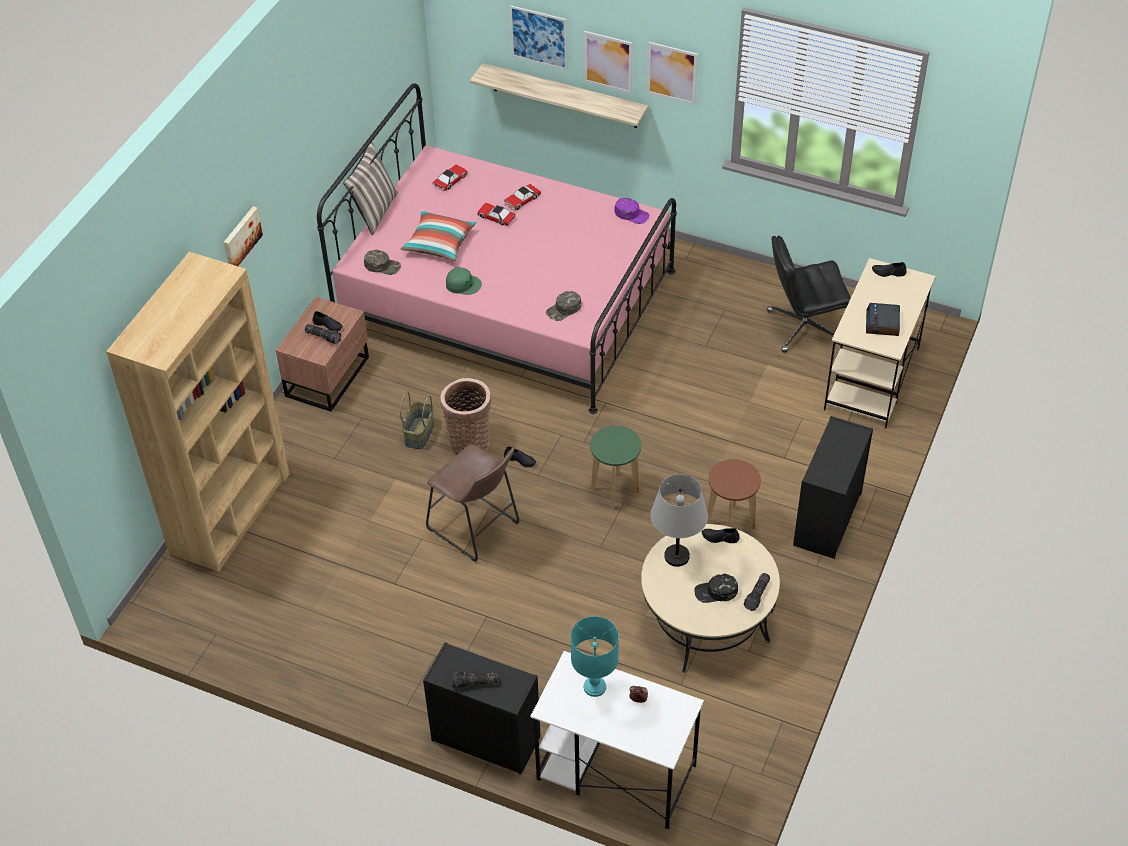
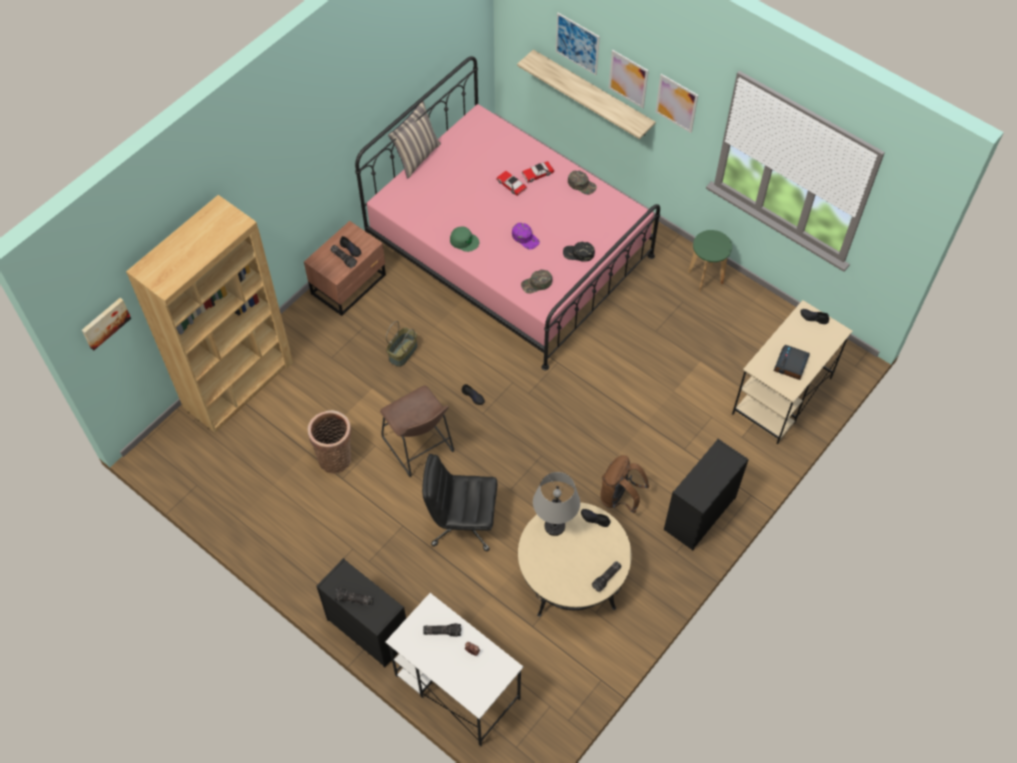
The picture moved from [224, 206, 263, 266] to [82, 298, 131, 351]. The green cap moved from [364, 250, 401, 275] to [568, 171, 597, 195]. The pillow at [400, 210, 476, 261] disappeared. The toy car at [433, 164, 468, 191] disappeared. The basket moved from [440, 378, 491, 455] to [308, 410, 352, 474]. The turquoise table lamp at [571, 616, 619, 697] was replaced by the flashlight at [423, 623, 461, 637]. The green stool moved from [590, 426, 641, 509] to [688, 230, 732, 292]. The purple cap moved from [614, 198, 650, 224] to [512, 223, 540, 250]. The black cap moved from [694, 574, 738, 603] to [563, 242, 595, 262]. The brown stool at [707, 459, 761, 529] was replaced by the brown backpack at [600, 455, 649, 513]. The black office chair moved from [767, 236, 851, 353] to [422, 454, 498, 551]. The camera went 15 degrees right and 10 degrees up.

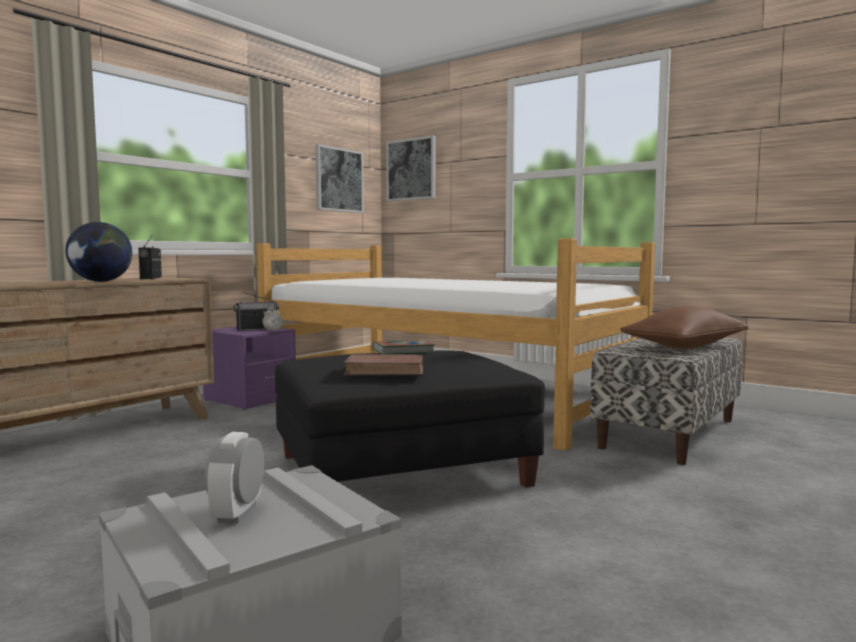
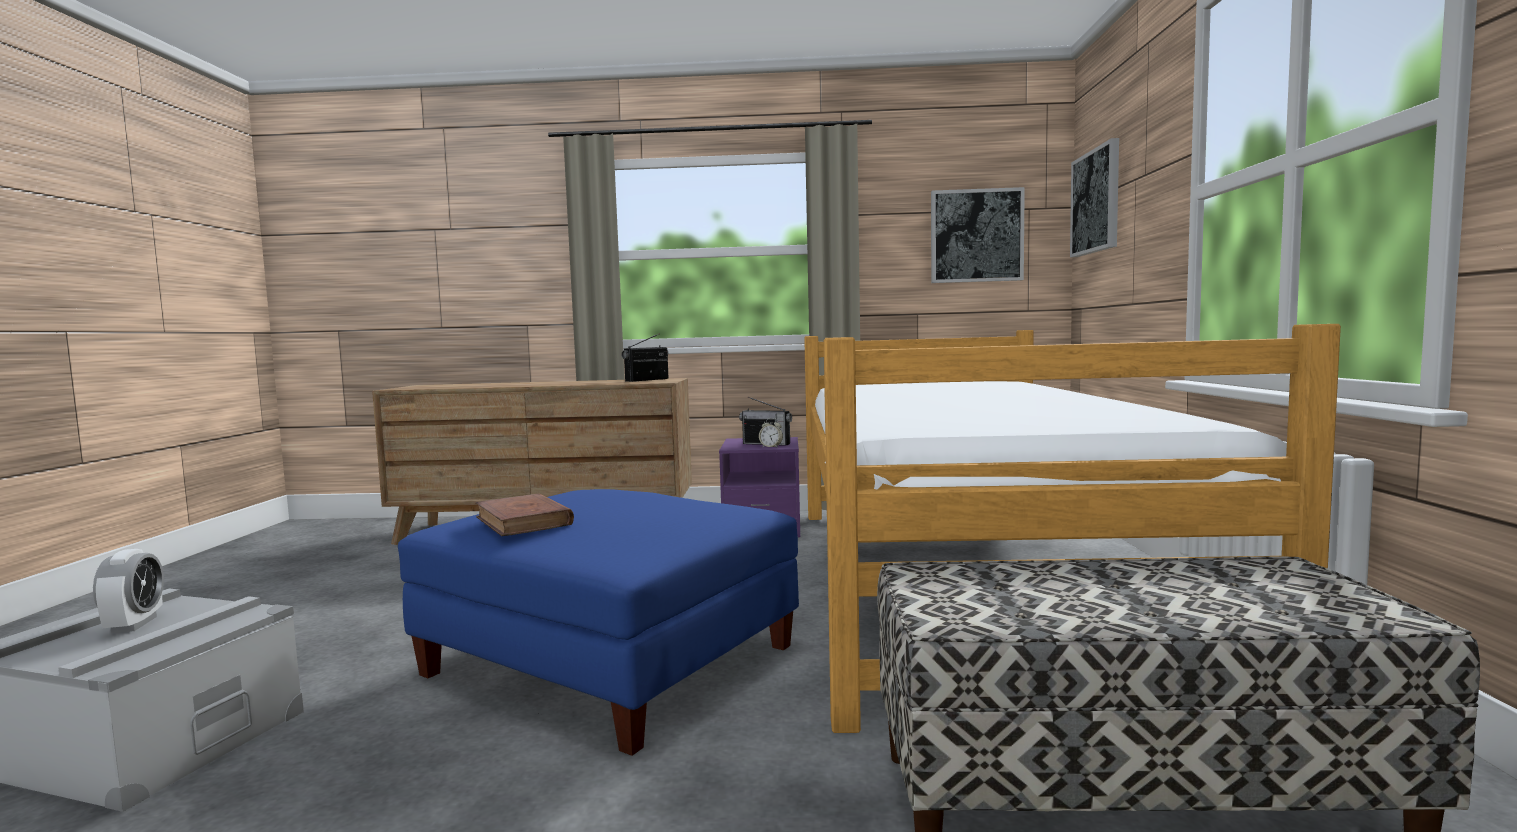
The globe at [65, 222, 133, 282] disappeared. The alarm clock at [205, 432, 264, 524] turned 105 degrees clockwise. The black ottoman at [275, 350, 545, 488] became the blue ottoman at [398, 489, 799, 756]. The book at [373, 340, 435, 355] disappeared. The brown pillow at [620, 306, 748, 349] disappeared. The camera went 55 degrees right and 0 degrees up.

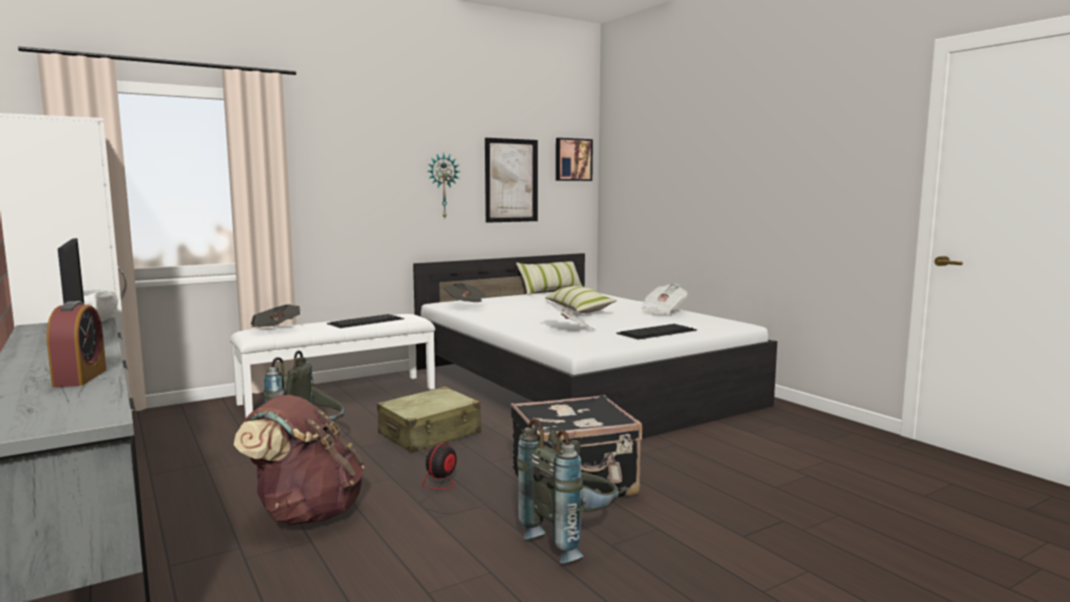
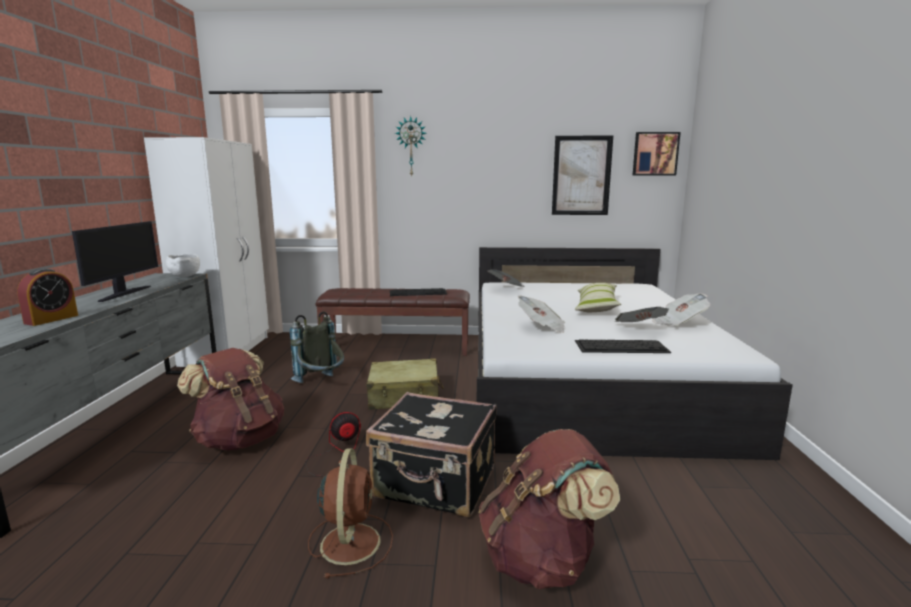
The white bench at [230, 314, 435, 418] became the brown bench at [316, 288, 470, 356]. The newspaper moved from [251, 304, 300, 327] to [615, 307, 669, 322]. The wall clock moved from [428, 153, 460, 218] to [395, 116, 427, 176]. The pillow at [516, 262, 583, 296] disappeared. The grey backpack at [517, 418, 619, 563] was replaced by the brown fan at [308, 448, 393, 578]. The brown backpack at [479, 429, 620, 589] appeared. The camera went 35 degrees right and 5 degrees up.

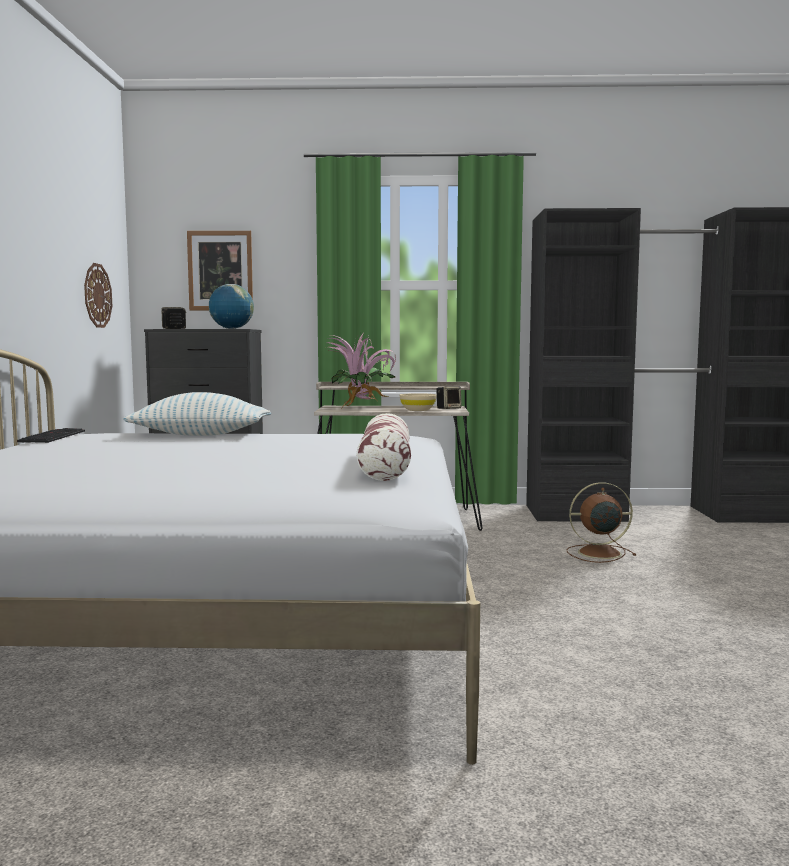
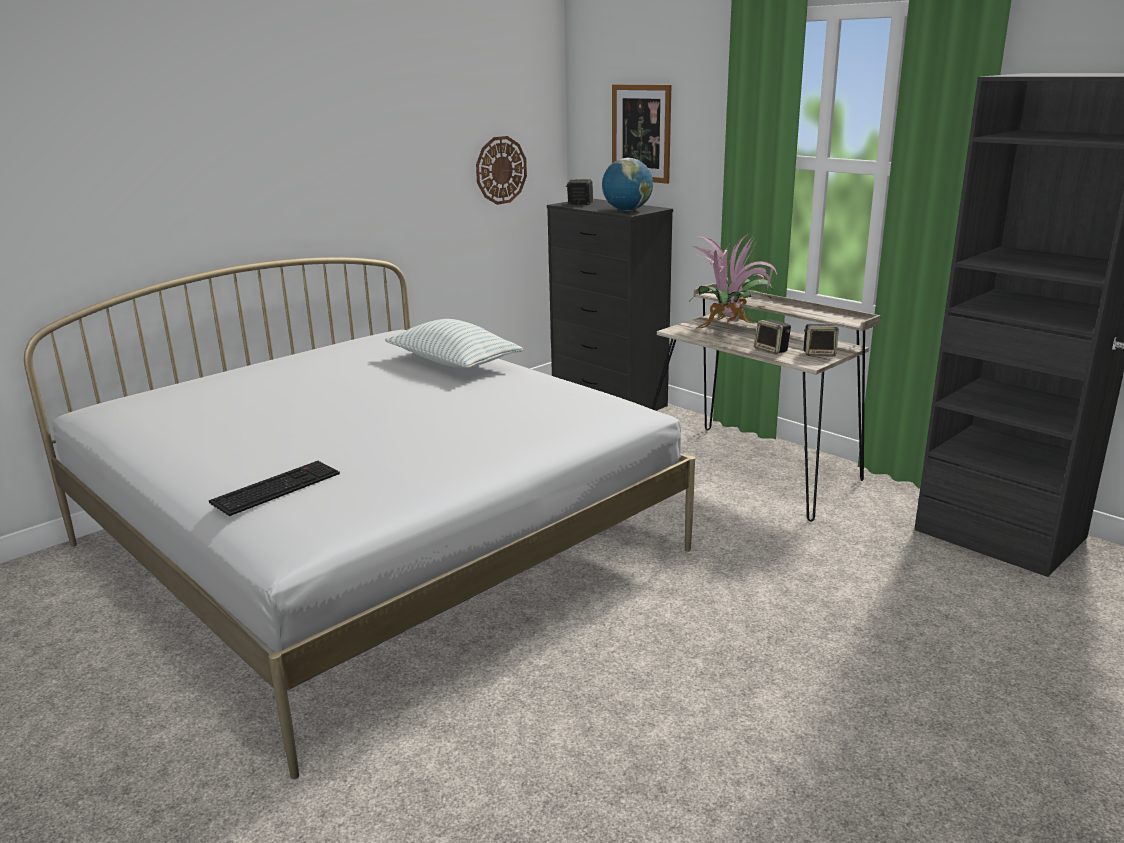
The keyboard moved from [17, 428, 85, 443] to [209, 461, 340, 516]. The pillow at [356, 413, 411, 481] disappeared. The beige bowl at [400, 393, 437, 411] was replaced by the speaker at [754, 319, 791, 354]. The brown fan at [567, 482, 636, 563] disappeared. The camera went 45 degrees right and 15 degrees up.

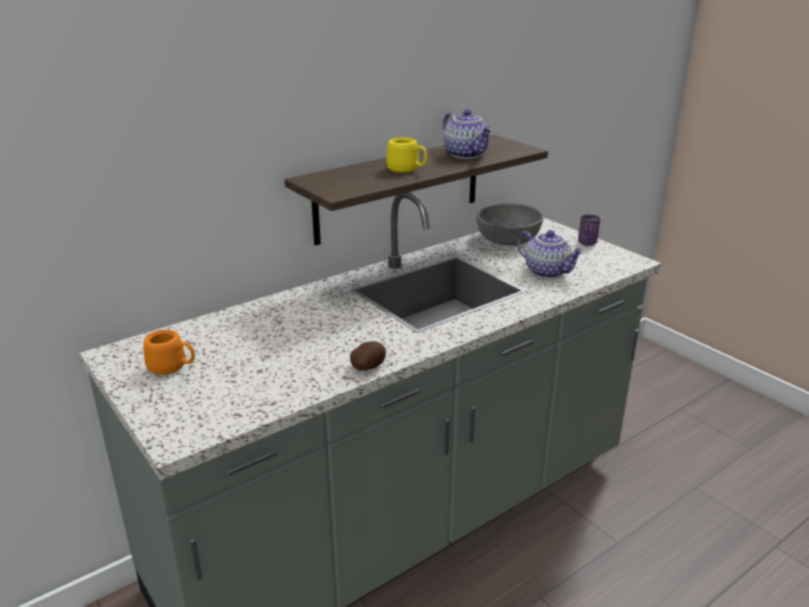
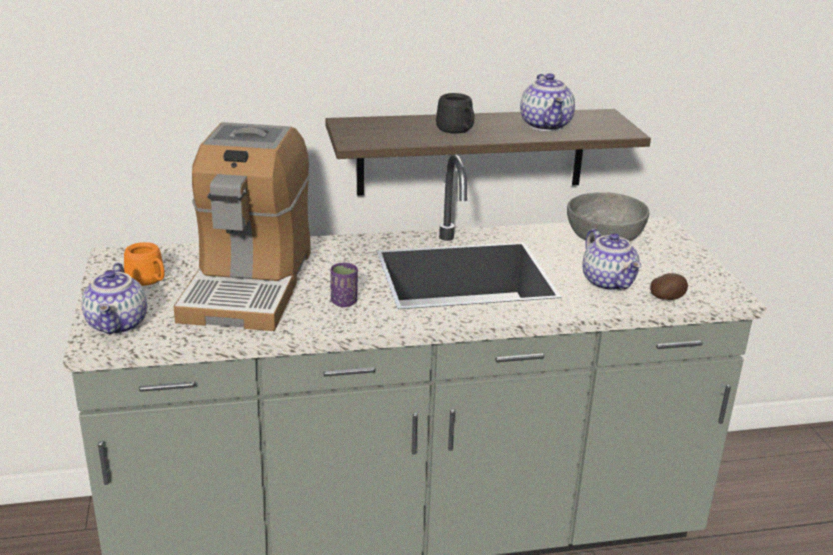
The potato moved from [350, 341, 386, 371] to [650, 273, 688, 300]. The yellow mug at [386, 137, 427, 173] became the black mug at [436, 93, 474, 134]. The purple cup moved from [578, 215, 600, 246] to [331, 263, 358, 307]. The teapot at [82, 263, 147, 335] appeared. The coffee machine at [173, 122, 311, 331] appeared. The camera went 25 degrees right and 0 degrees up.

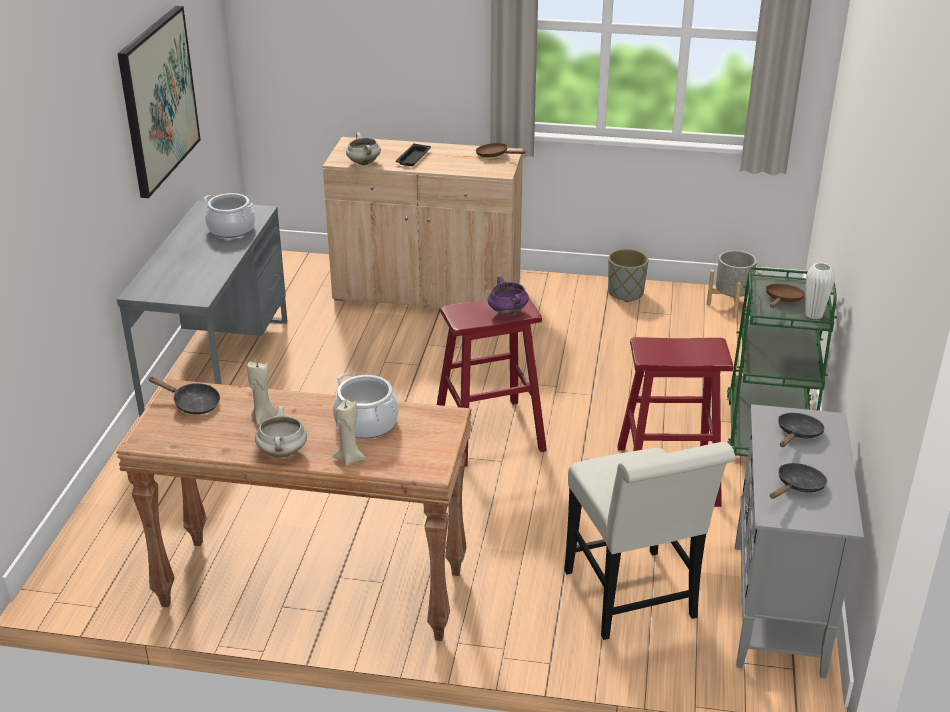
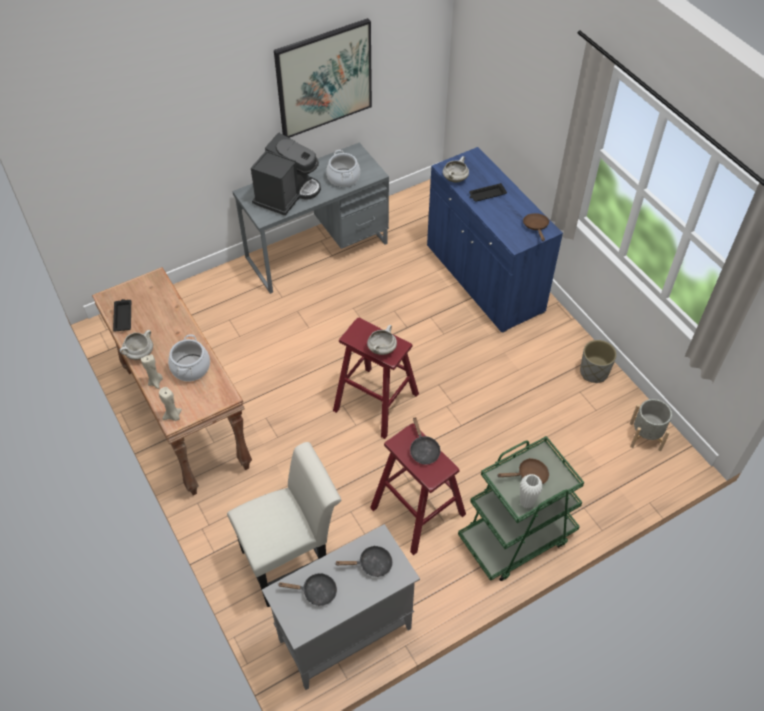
The black frying pan moved from [148, 377, 220, 415] to [410, 417, 440, 465]. The beige candle moved from [247, 361, 277, 425] to [159, 387, 182, 421]. The beige cabinet at [323, 137, 523, 308] became the blue cabinet at [427, 147, 563, 332]. The purple cooking pot at [488, 276, 529, 315] became the white cooking pot at [367, 325, 397, 355]. The white chair at [564, 442, 735, 640] turned 150 degrees counterclockwise. The black tray at [113, 299, 131, 332] appeared. The coffee machine at [251, 132, 321, 216] appeared. The camera went 50 degrees right and 20 degrees up.

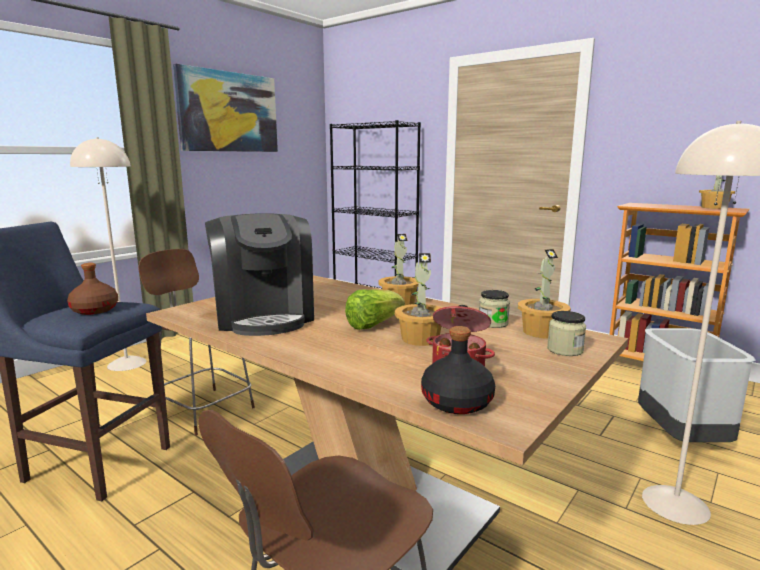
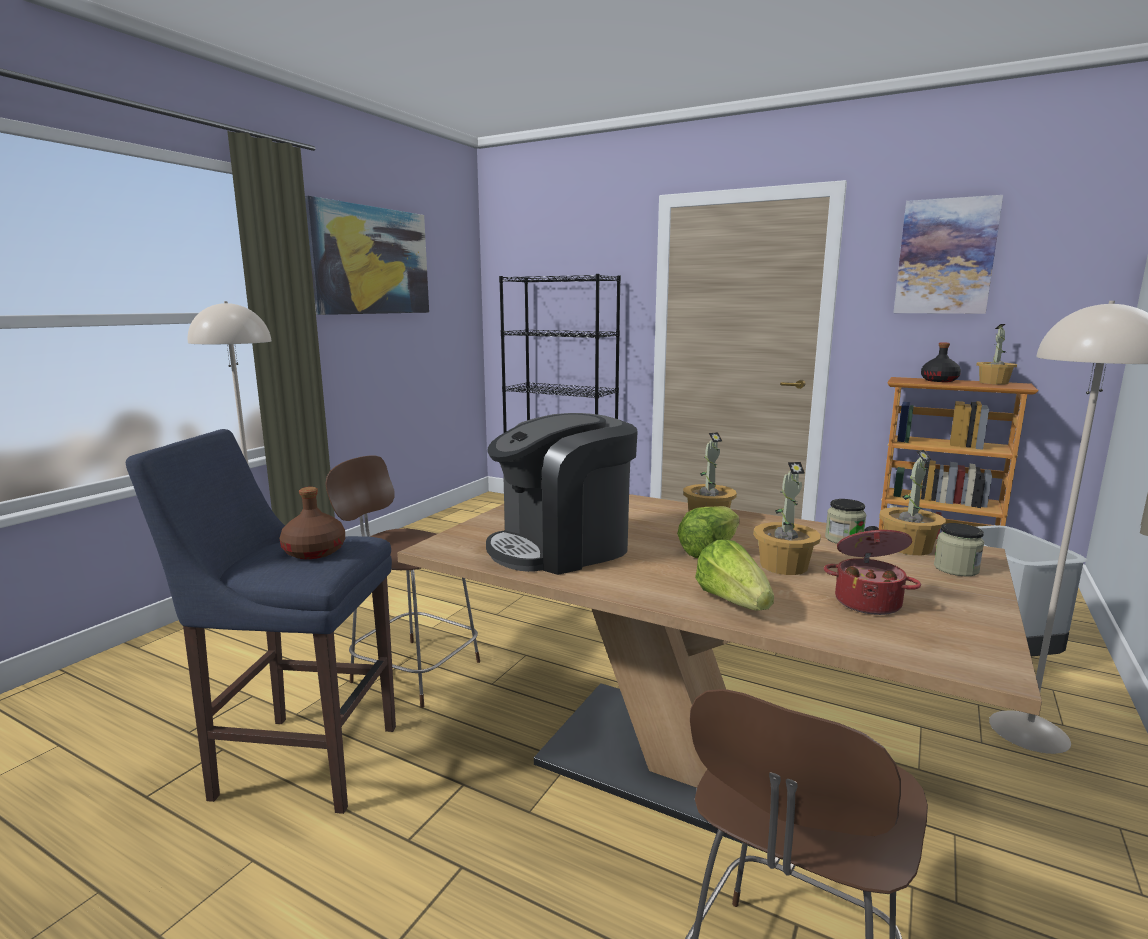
The coffee machine at [205, 213, 314, 336] turned 90 degrees clockwise. The black bottle moved from [421, 326, 495, 414] to [921, 343, 961, 382]. The lettuce at [695, 540, 774, 611] appeared. The picture at [893, 195, 1003, 314] appeared. The camera went 10 degrees left and 0 degrees up.

